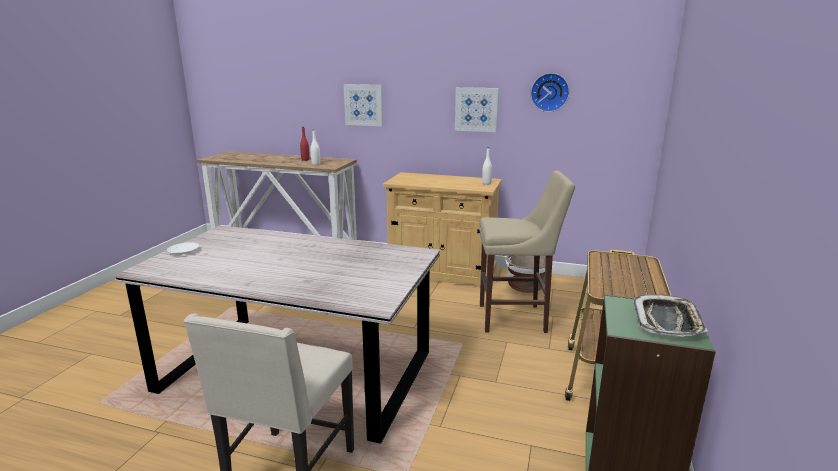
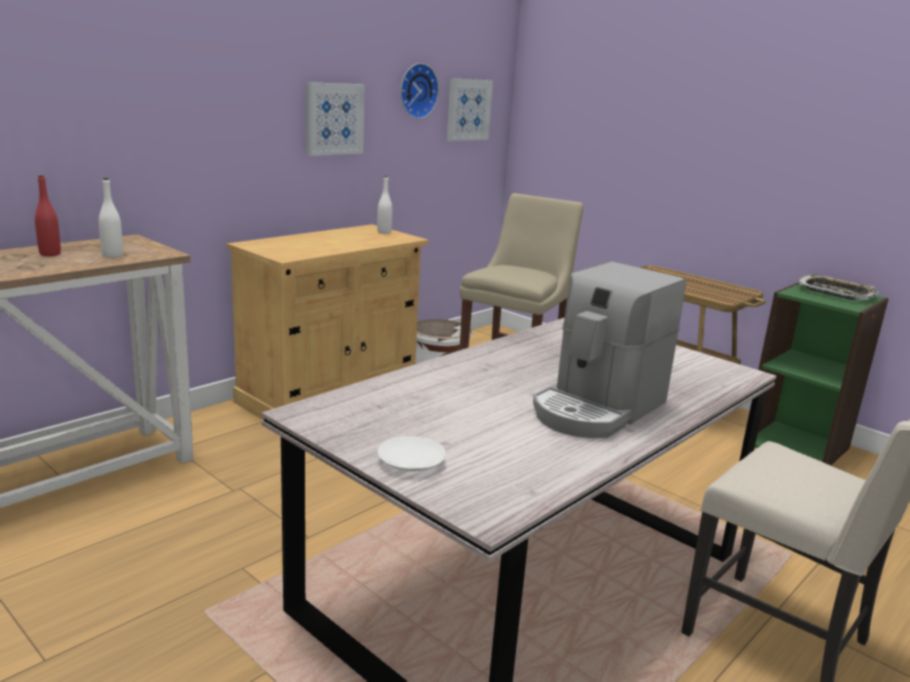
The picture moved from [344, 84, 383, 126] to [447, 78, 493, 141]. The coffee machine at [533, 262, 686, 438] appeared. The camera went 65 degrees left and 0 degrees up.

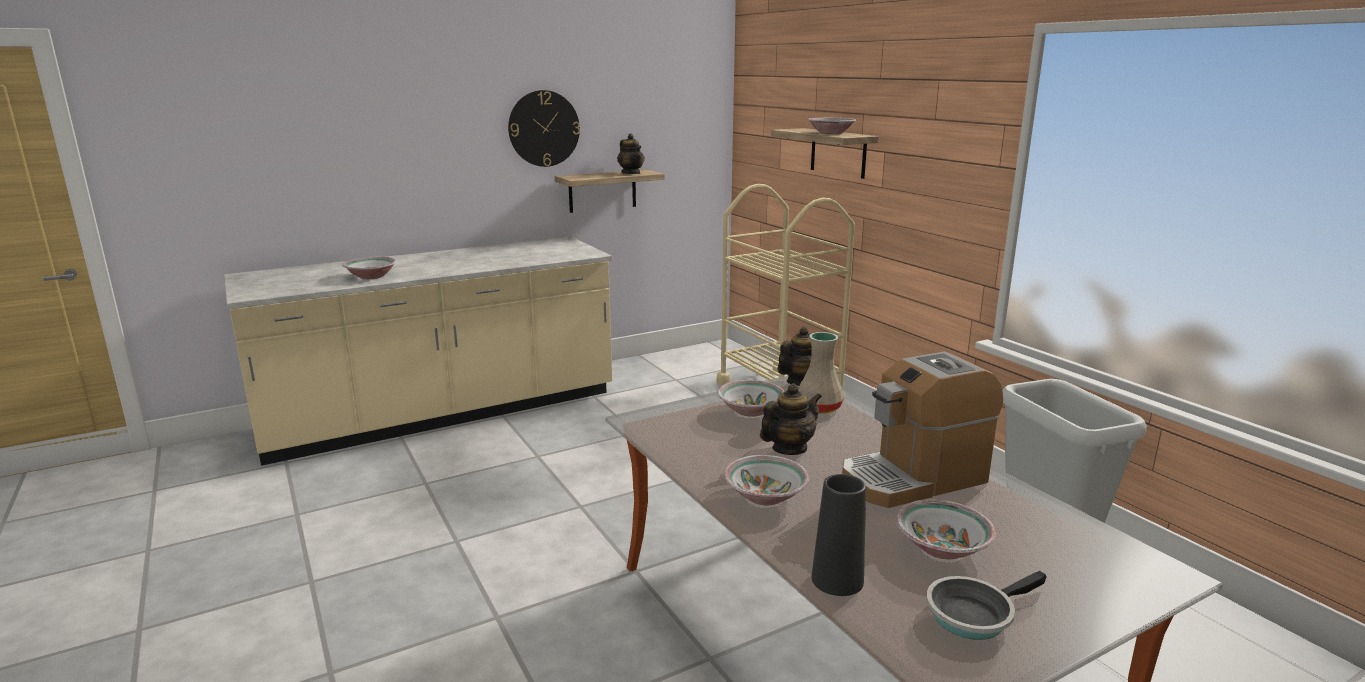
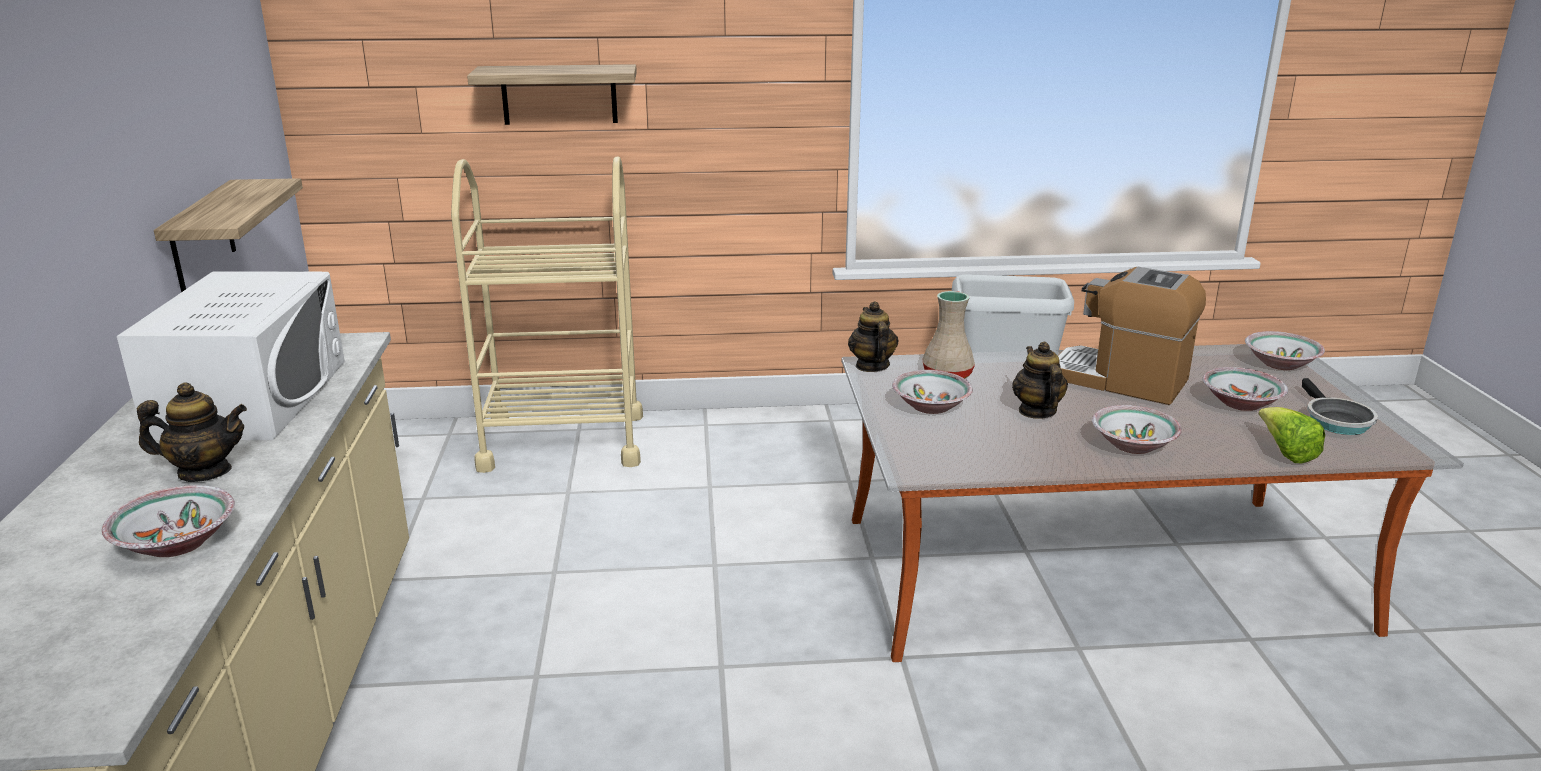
The wall clock at [508, 90, 580, 167] disappeared. The teapot moved from [617, 134, 645, 174] to [137, 382, 247, 482]. The bowl moved from [808, 118, 856, 134] to [1245, 331, 1325, 370]. The black vase at [812, 474, 866, 596] was replaced by the lettuce at [1259, 407, 1325, 463]. The coffee machine at [842, 352, 1003, 508] turned 120 degrees clockwise. The white microwave at [117, 271, 345, 440] appeared. The camera went 65 degrees left and 5 degrees up.

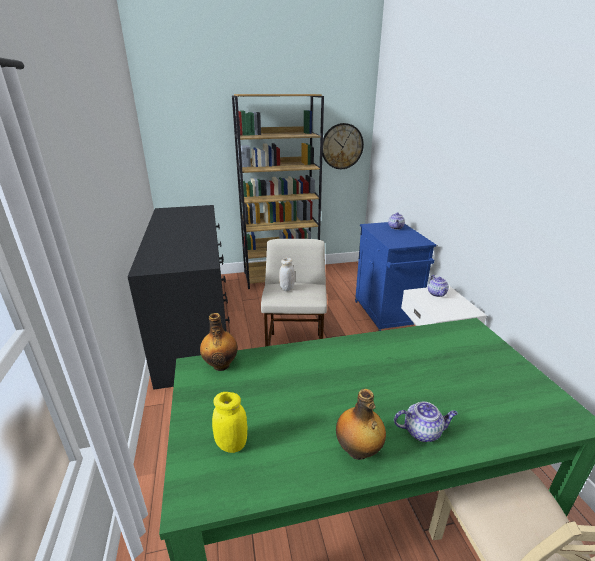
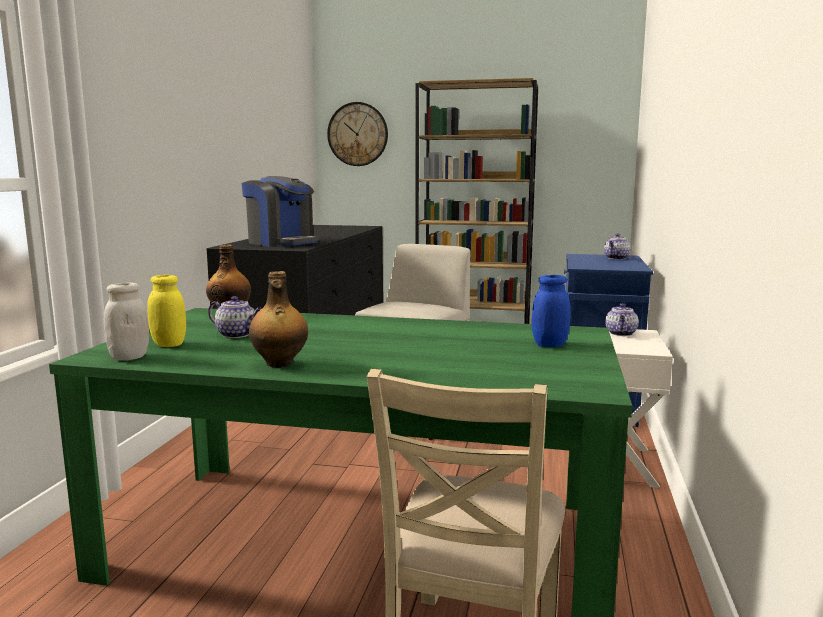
The white jar moved from [279, 258, 295, 291] to [104, 283, 149, 361]. The wall clock moved from [322, 123, 364, 169] to [327, 102, 388, 166]. The teapot moved from [394, 402, 458, 442] to [208, 296, 262, 338]. The coffee machine at [242, 176, 320, 247] appeared. The blue jar at [532, 275, 571, 347] appeared. The camera went 25 degrees right and 15 degrees down.

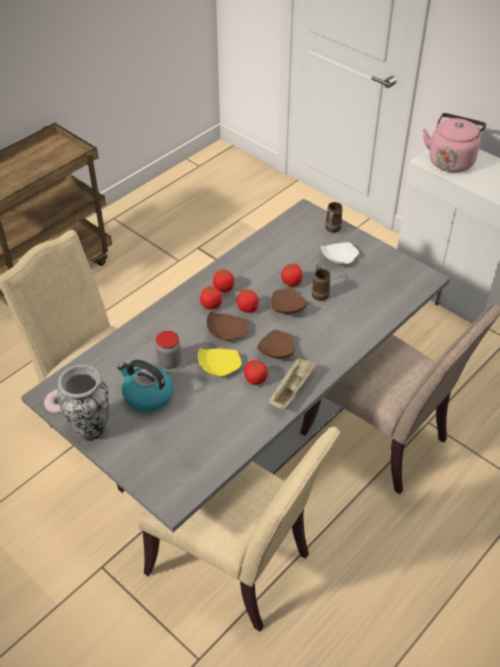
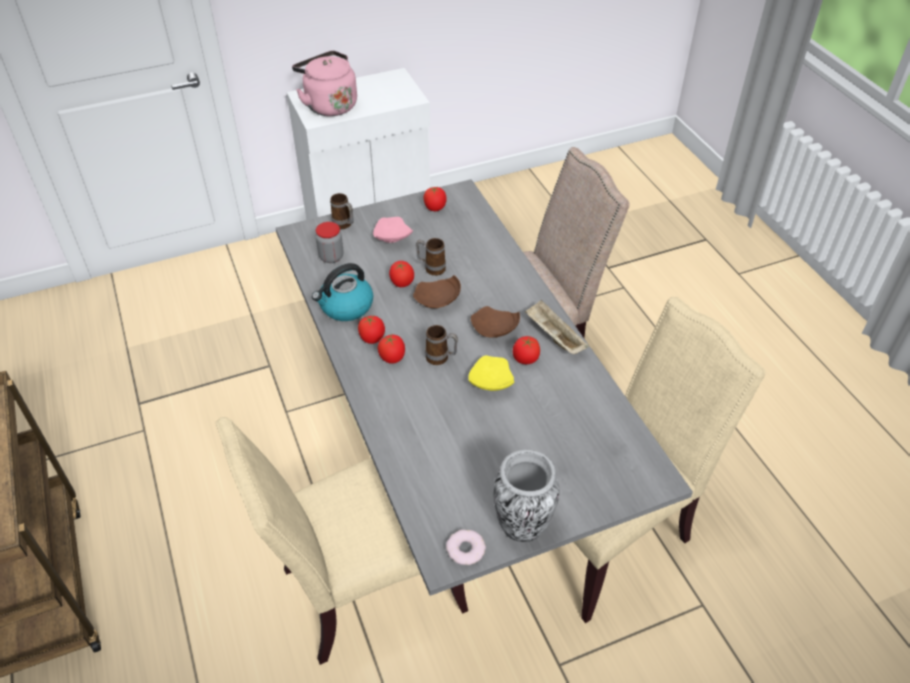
The kettle moved from [117, 360, 174, 412] to [312, 263, 373, 321]. The jar moved from [155, 331, 181, 369] to [316, 222, 344, 263]. The brown plate at [206, 311, 248, 341] was replaced by the mug at [425, 325, 458, 365]. The tomato moved from [237, 289, 259, 313] to [424, 187, 447, 211]. The white plate at [321, 242, 359, 264] became the pink plate at [373, 217, 413, 243]. The camera went 65 degrees left and 0 degrees up.

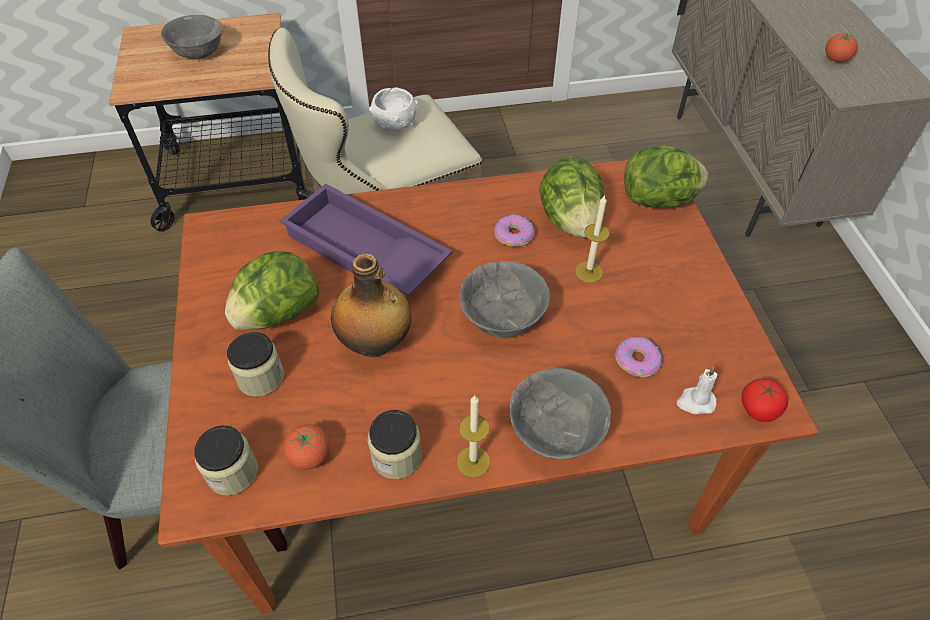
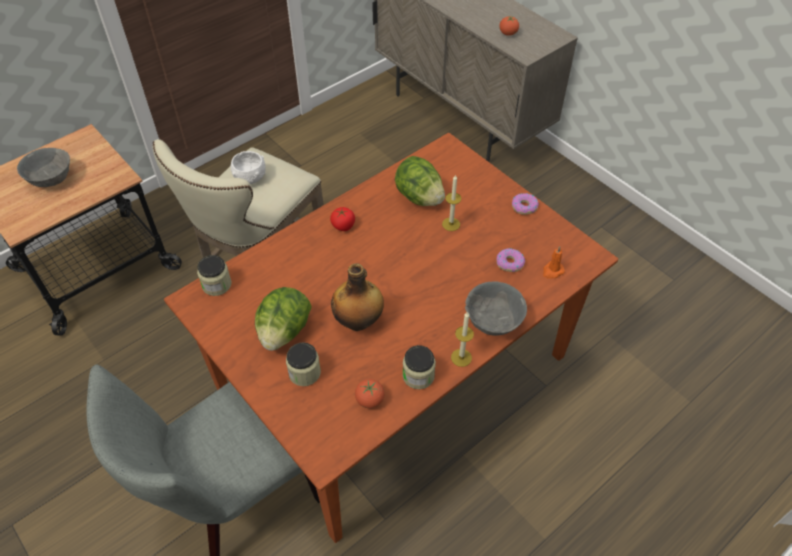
The jar moved from [194, 425, 258, 496] to [197, 255, 232, 296]. The purple tray at [280, 183, 452, 296] disappeared. The grey bowl at [459, 261, 550, 338] disappeared. The donut moved from [495, 214, 535, 247] to [512, 193, 539, 215]. The lettuce at [624, 145, 708, 208] disappeared. The white candle at [677, 366, 717, 415] became the orange candle at [543, 246, 565, 279]. The tomato moved from [741, 379, 788, 422] to [330, 207, 355, 231]. The camera went 30 degrees left and 0 degrees up.

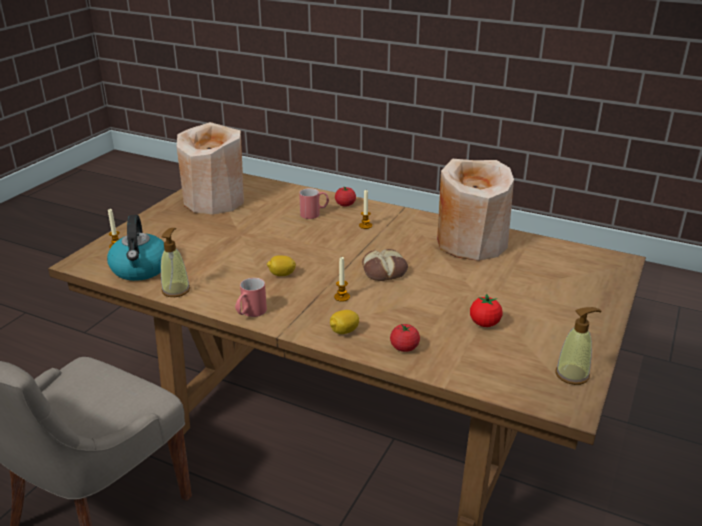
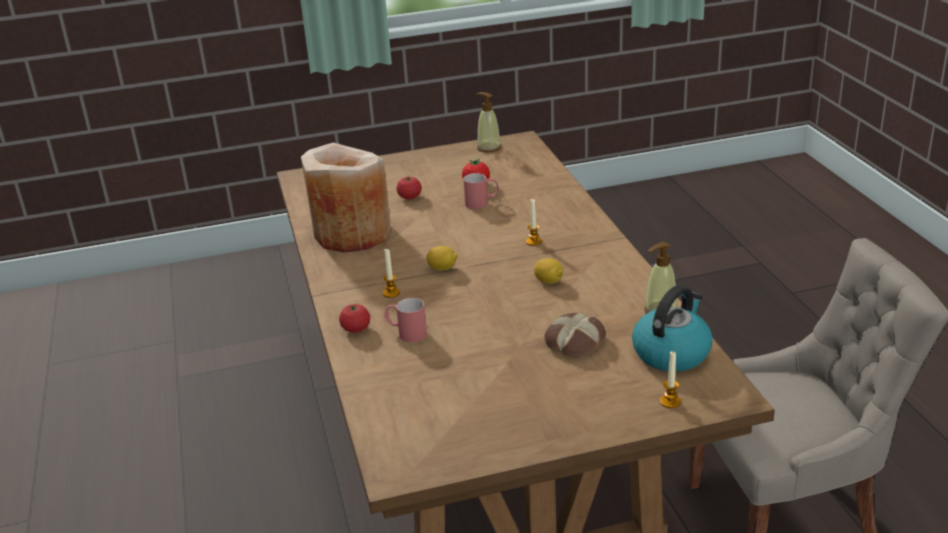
The beige vase at [177, 122, 244, 215] disappeared. The red mug moved from [235, 278, 267, 317] to [463, 173, 499, 209]. The lemon moved from [330, 310, 359, 334] to [426, 246, 458, 271]. The bread moved from [362, 249, 408, 281] to [545, 313, 606, 357]. The tomato moved from [390, 323, 420, 352] to [397, 177, 422, 199]. The camera went 130 degrees left and 0 degrees up.

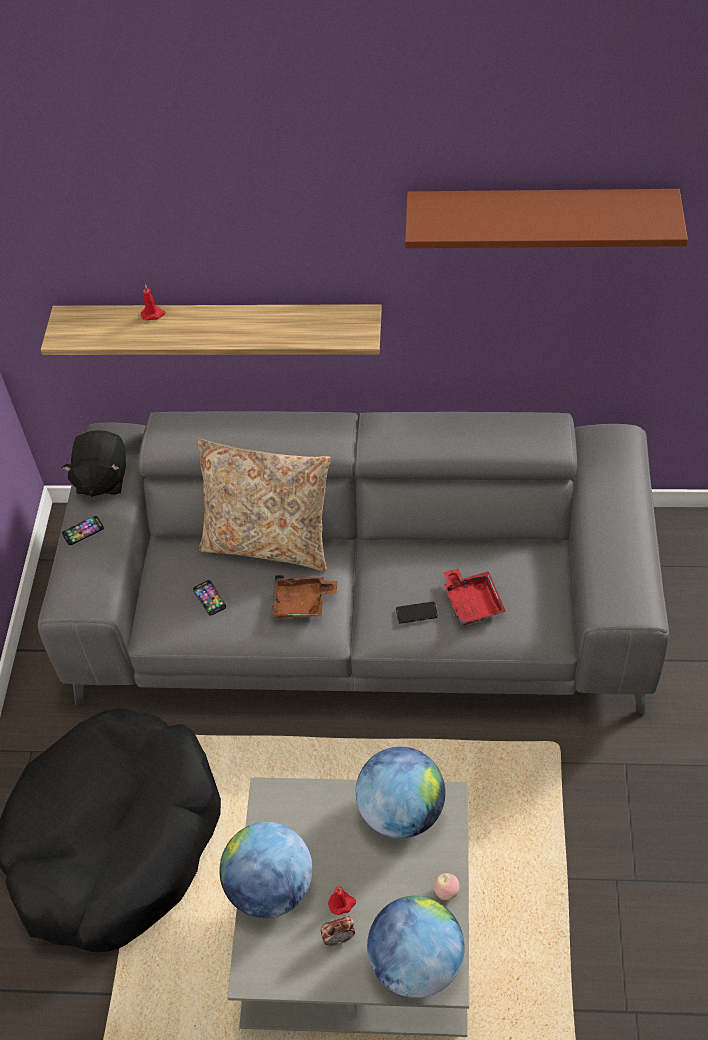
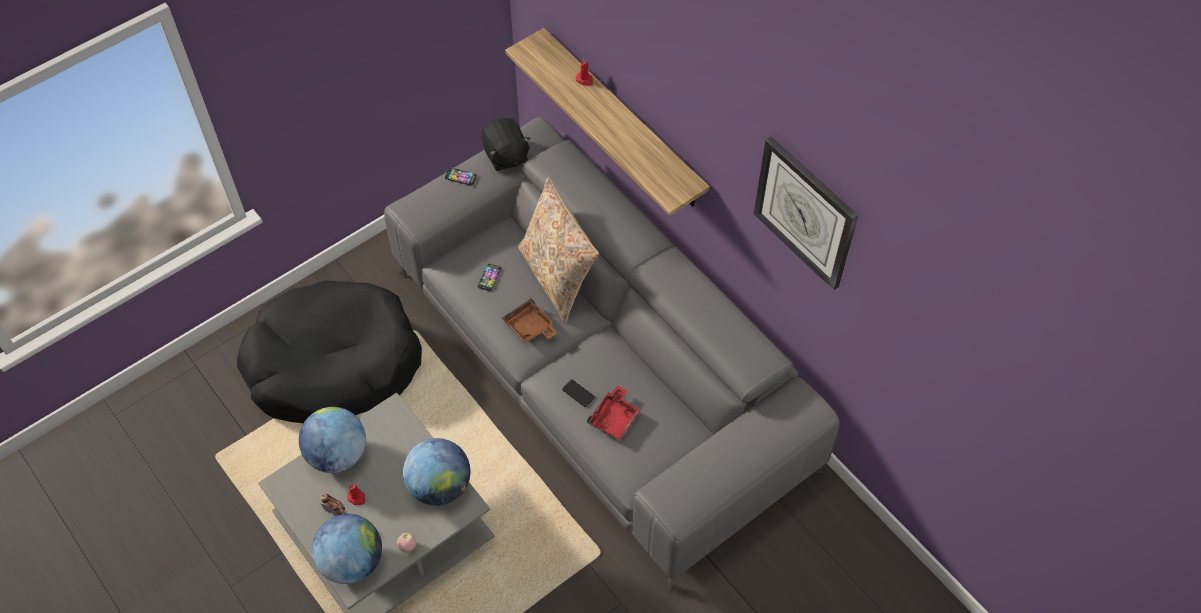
The black plush toy at [62, 430, 126, 497] turned 75 degrees counterclockwise. The brown shelf at [405, 189, 688, 248] was replaced by the wall clock at [754, 136, 858, 290]. The camera went 45 degrees right and 5 degrees up.

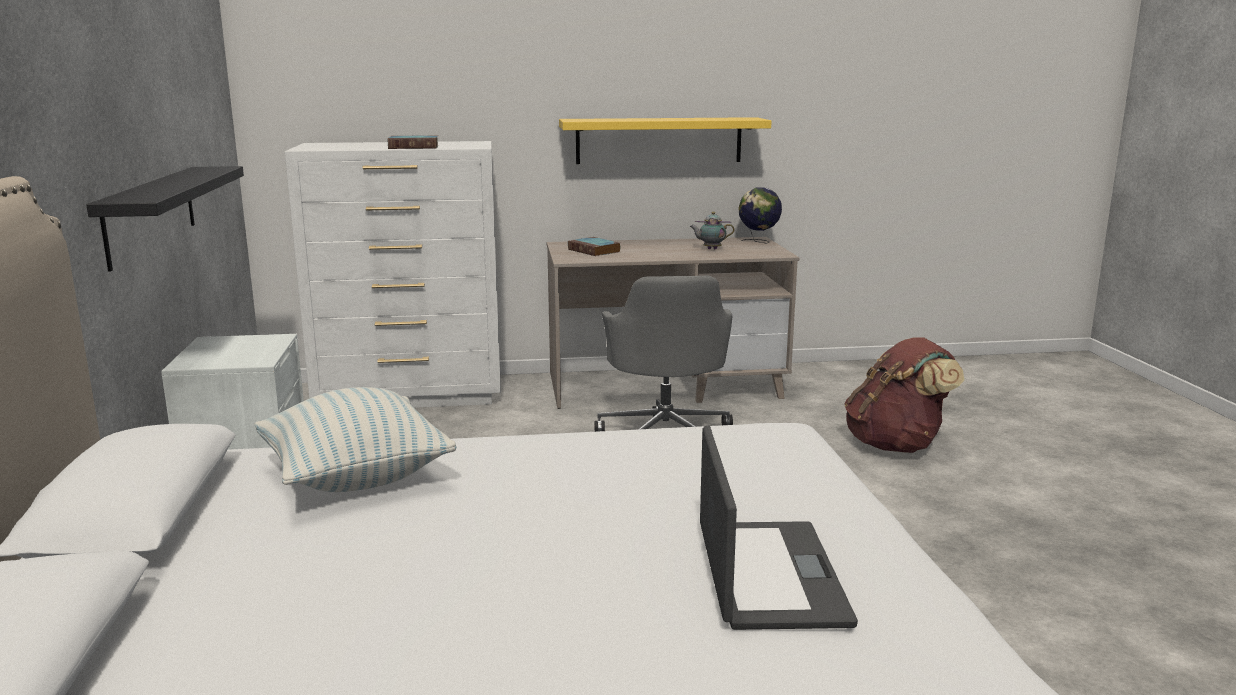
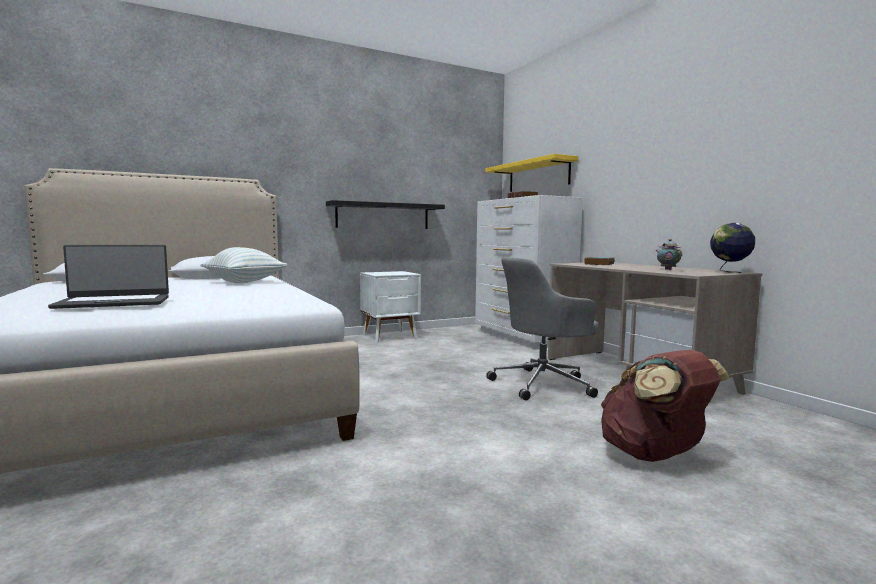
The yellow shelf moved from [559, 117, 772, 164] to [485, 154, 578, 192]. The camera went 70 degrees right and 10 degrees down.

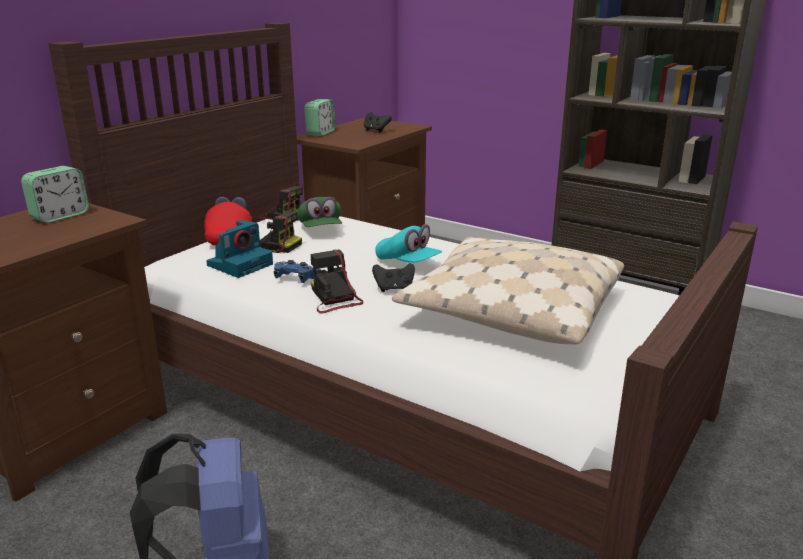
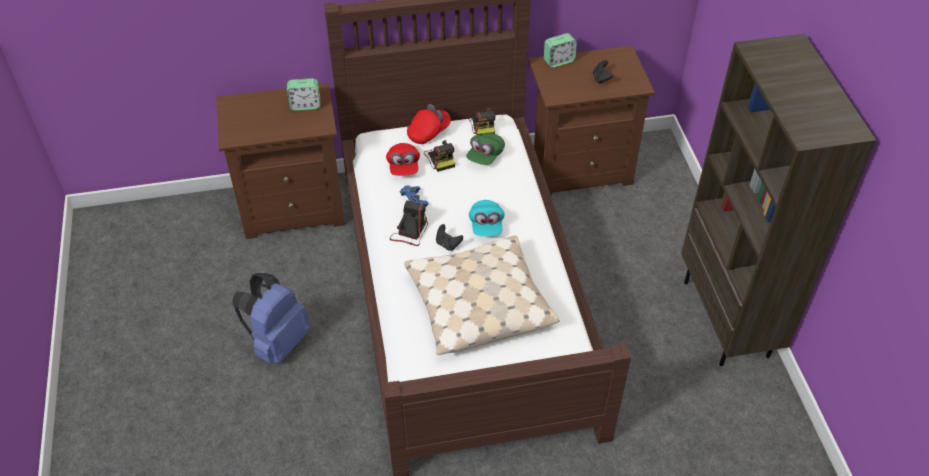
The photo camera at [206, 220, 273, 278] was replaced by the red cap at [386, 143, 420, 176]. The camera went 45 degrees right and 25 degrees up.

